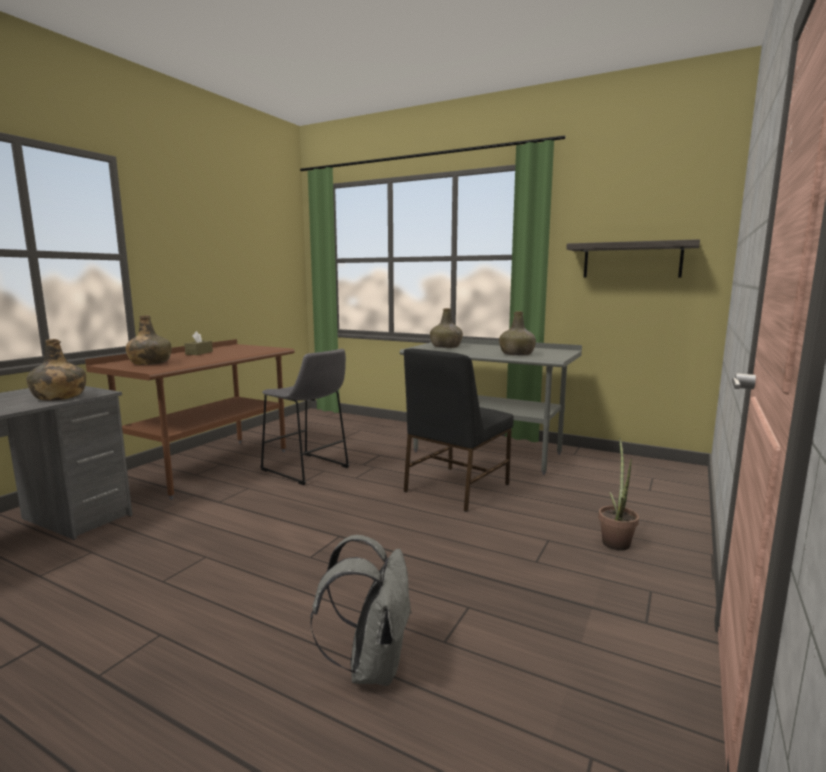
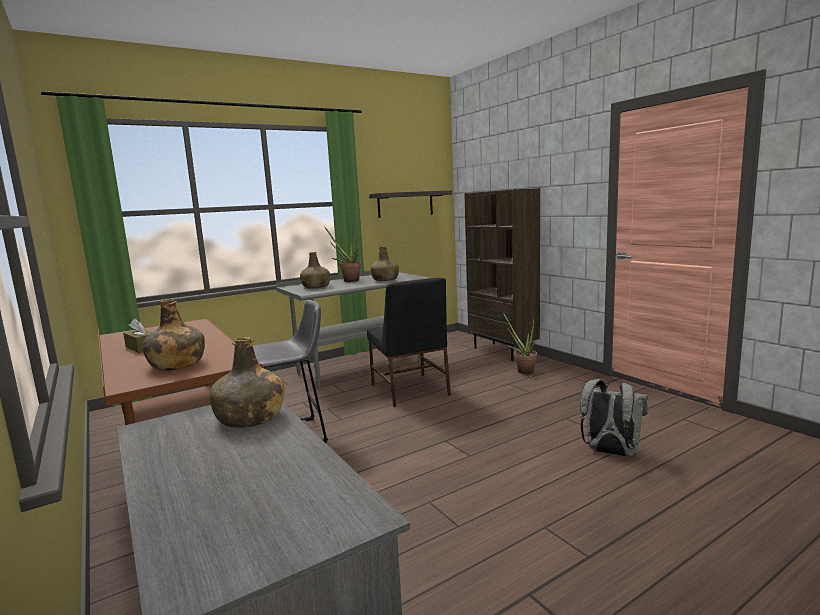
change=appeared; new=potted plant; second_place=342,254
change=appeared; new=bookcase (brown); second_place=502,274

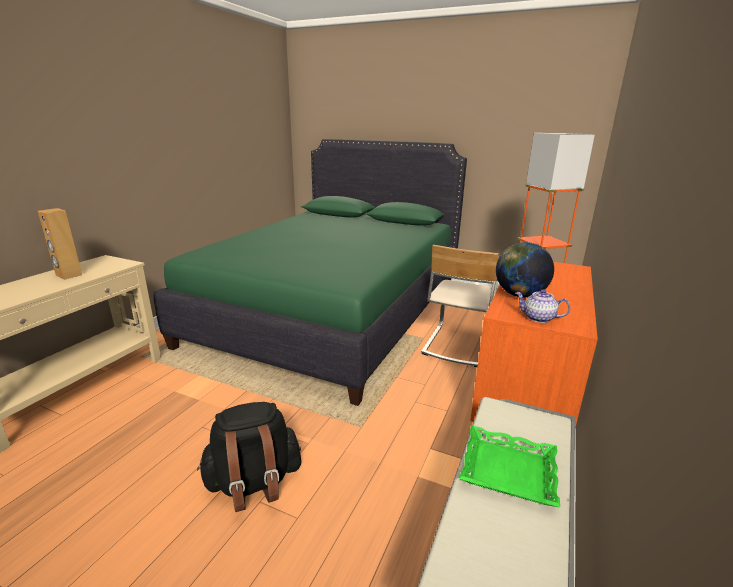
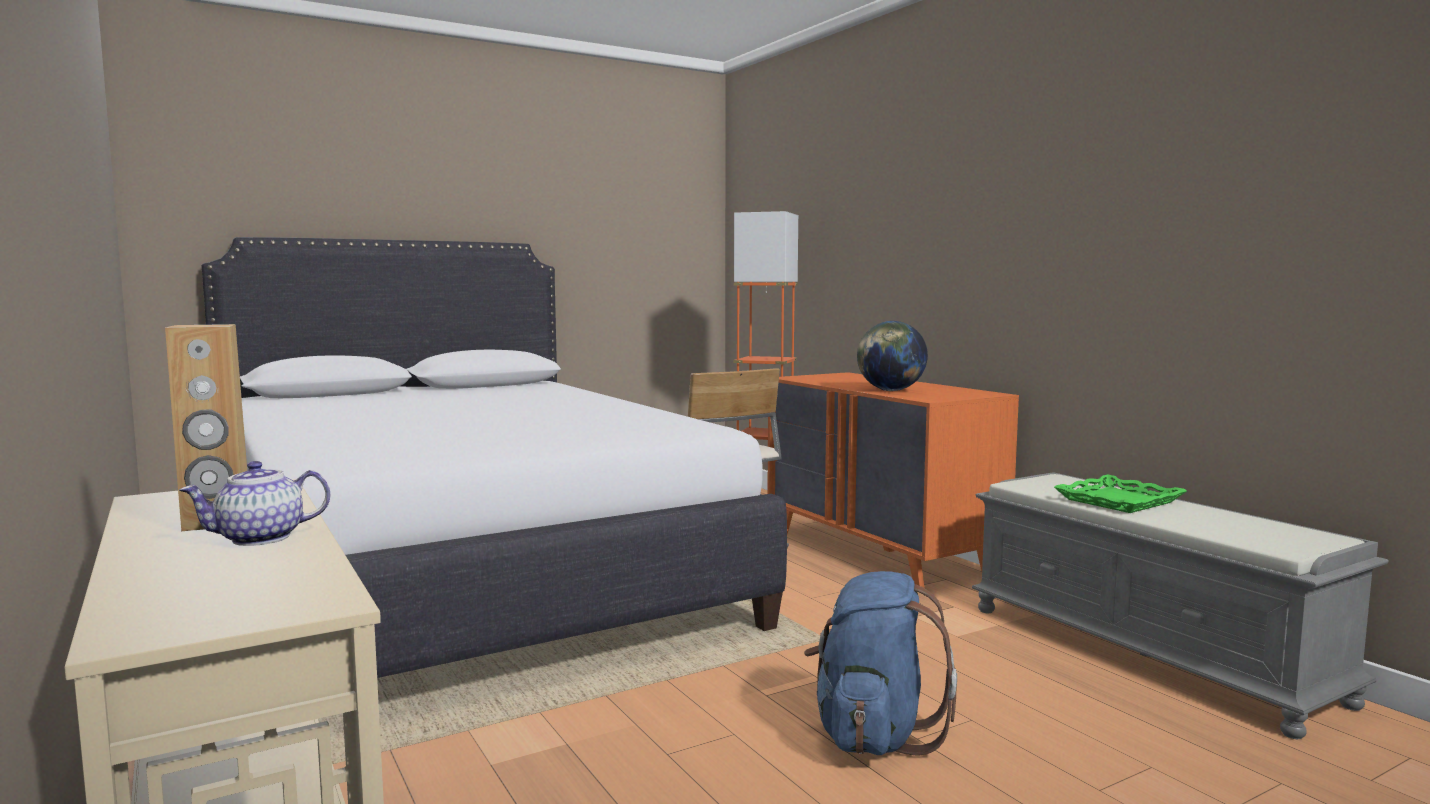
change=relocated; old=teapot; first_place=543,306; second_place=254,503
change=colour; old=bed (green); new=bed (white); first_place=310,272; second_place=494,457
change=colour; old=backpack (black); new=backpack (blue); first_place=249,457; second_place=880,663

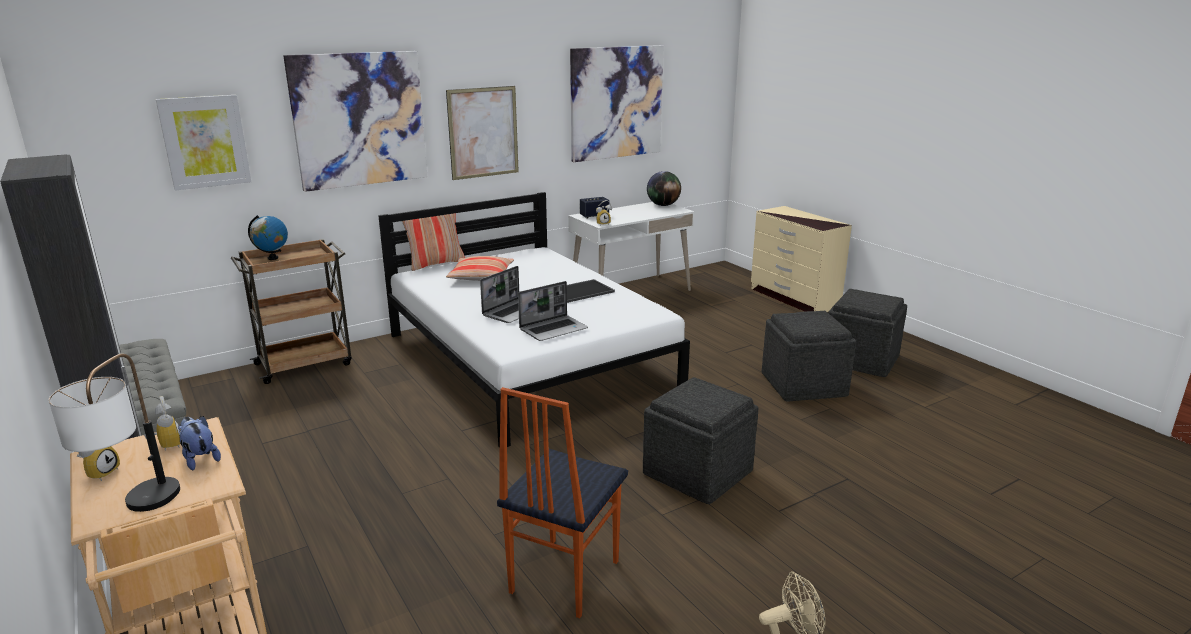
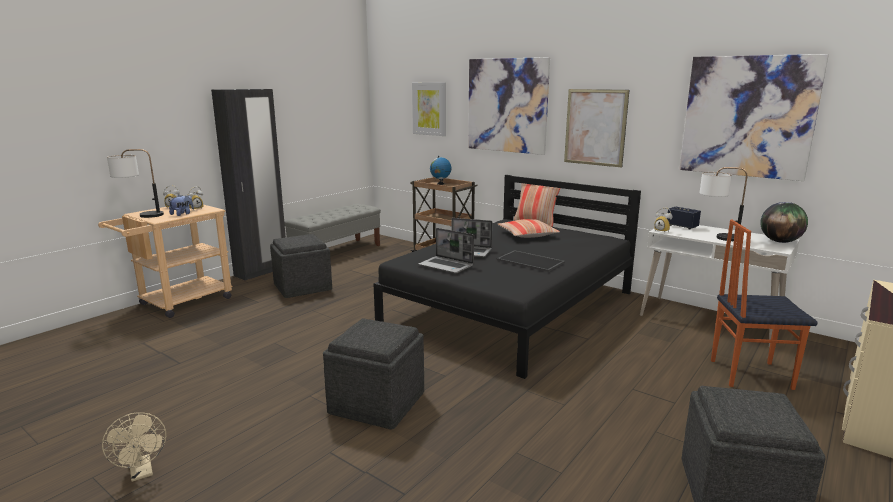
change=appeared; new=table lamp; second_place=723,204
change=relocated; old=chair; first_place=562,502; second_place=764,305
change=relocated; old=ottoman (grey); first_place=809,356; second_place=301,266
change=colour; old=bed (white); new=bed (black); first_place=534,320; second_place=507,277

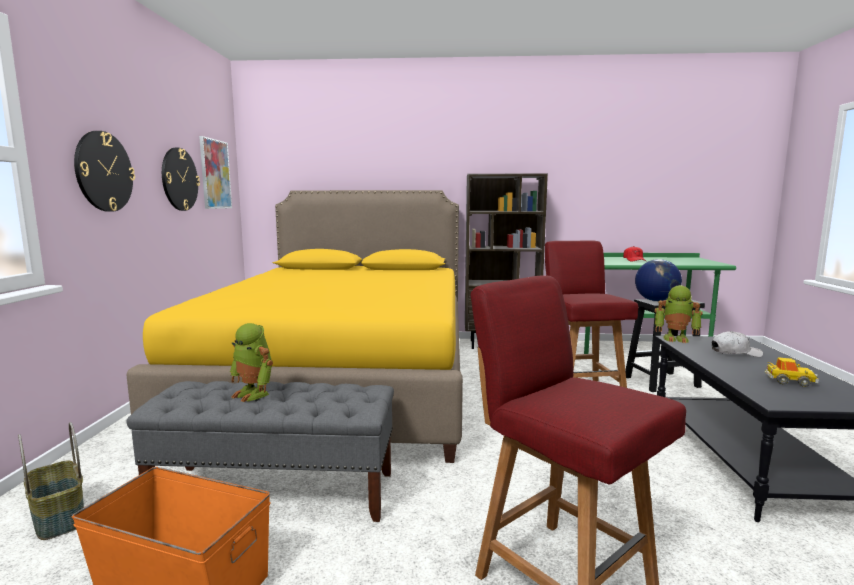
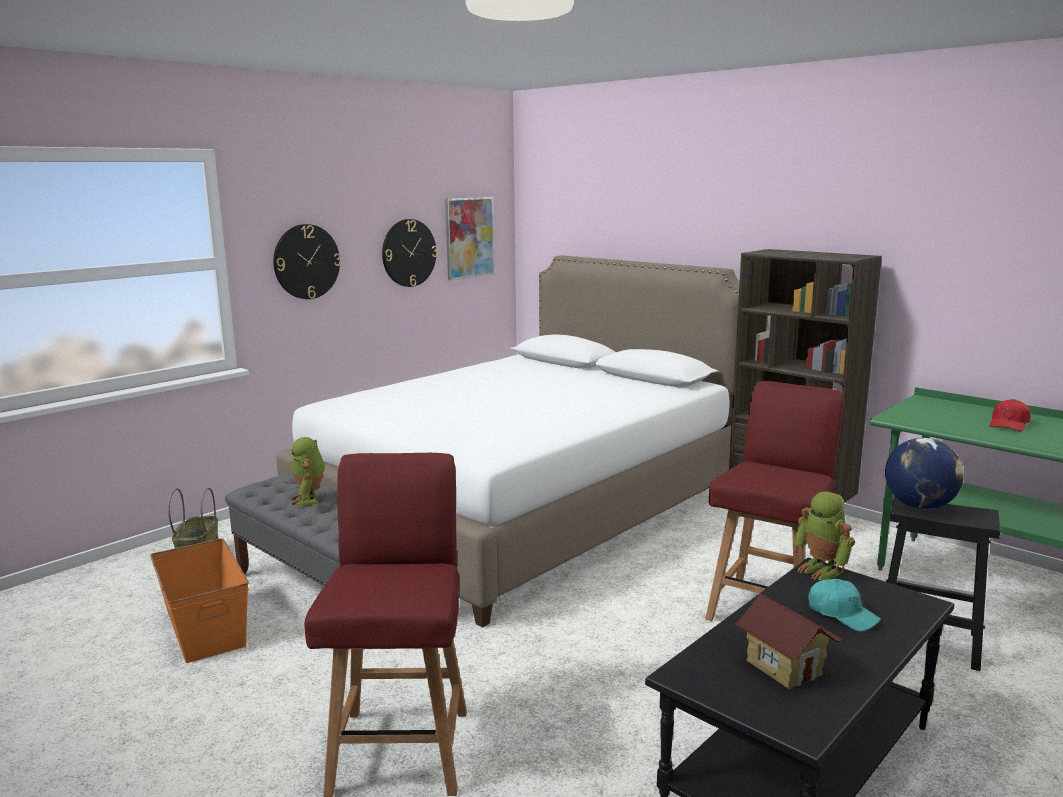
change=exchanged; old=toy car; new=toy house; first_place=791,372; second_place=788,641
change=colour; old=bed (yellow); new=bed (white); first_place=294,326; second_place=507,441
change=colour; old=cap (white); new=cap (turquoise); first_place=737,344; second_place=844,605

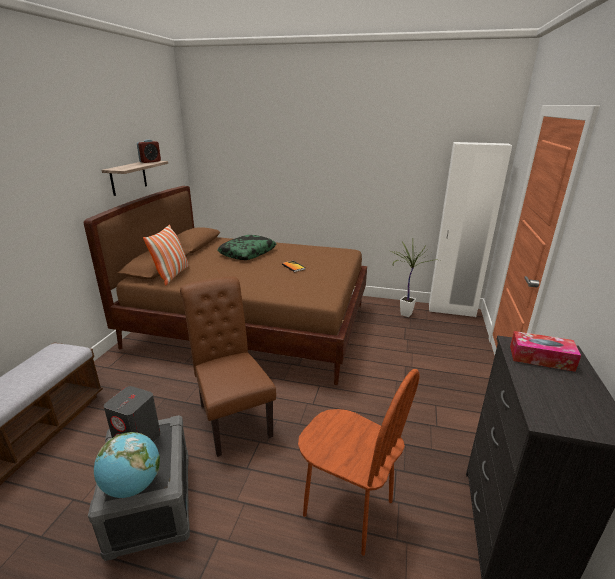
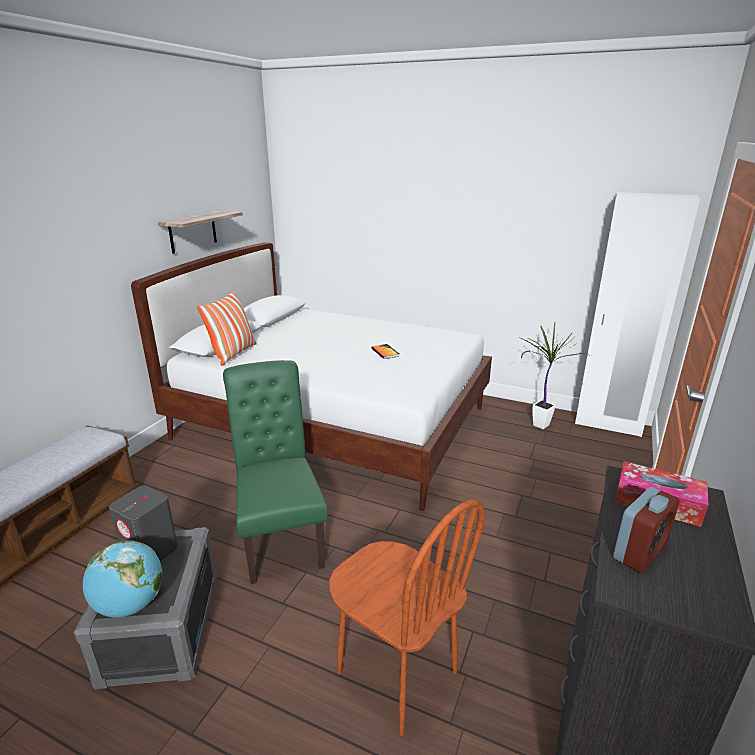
change=missing; old=pillow; first_place=246,247
change=relocated; old=alarm clock; first_place=149,151; second_place=646,530
change=colour; old=bed (brown); new=bed (white); first_place=225,285; second_place=311,376
change=colour; old=chair (brown); new=chair (green); first_place=228,366; second_place=275,472

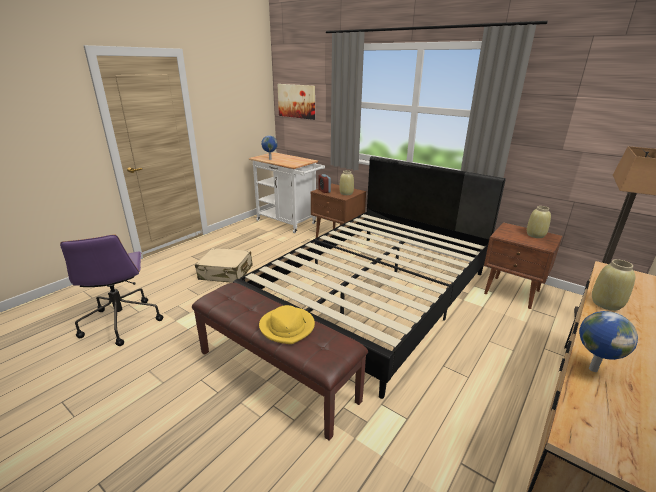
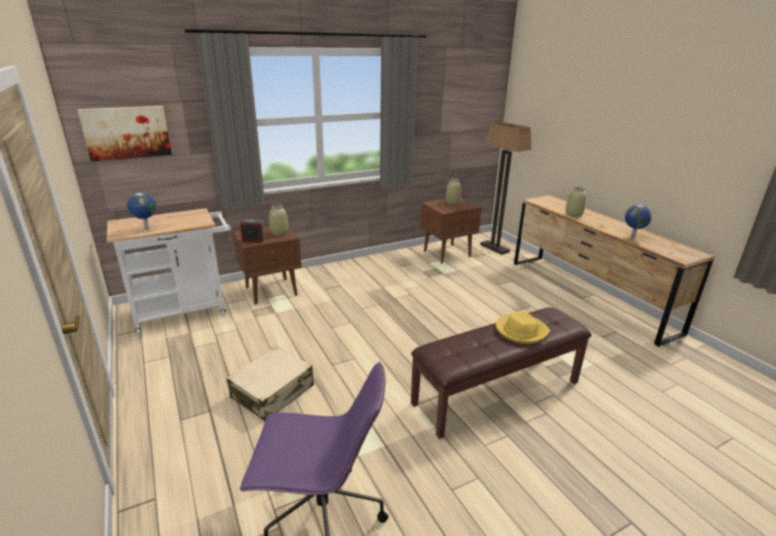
change=missing; old=bed (black); first_place=369,277

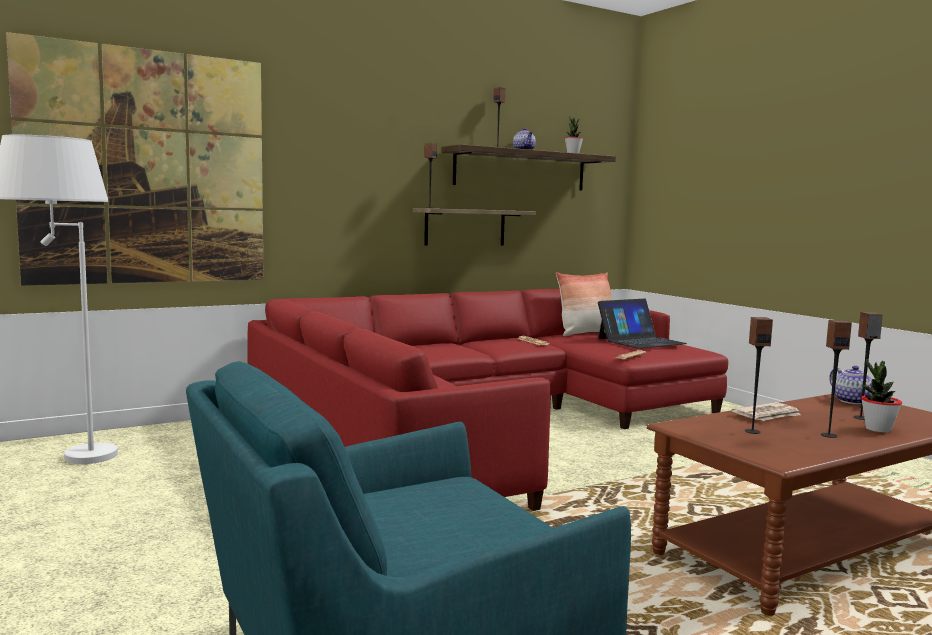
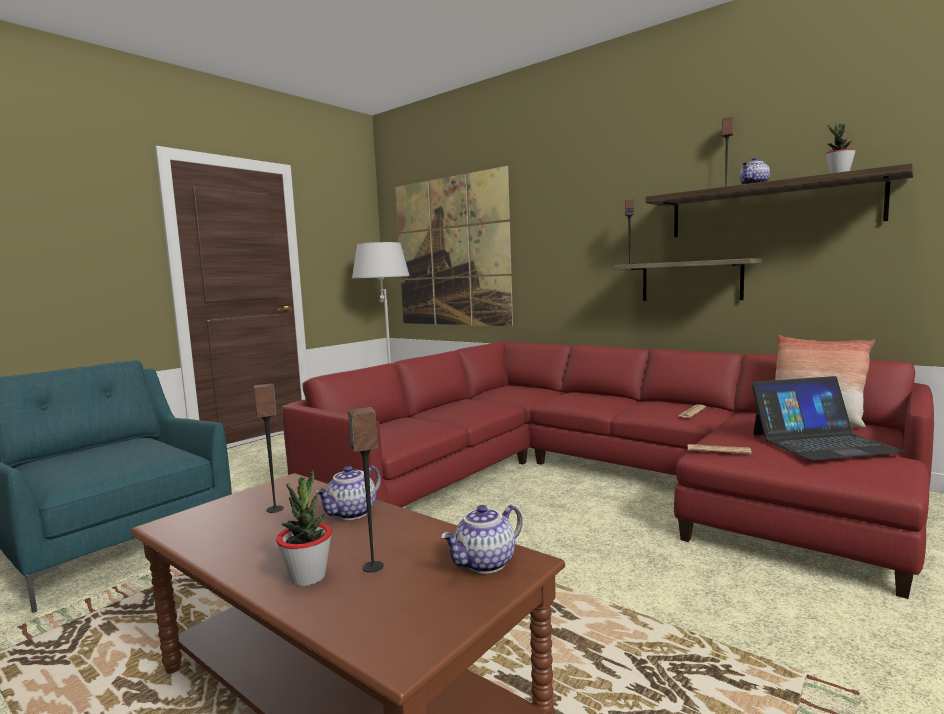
change=missing; old=speaker; first_place=836,379
change=exchanged; old=newspaper; new=teapot; first_place=766,411; second_place=348,493
change=spun; old=laptop; first_place=642,324; second_place=828,418; degrees=-45

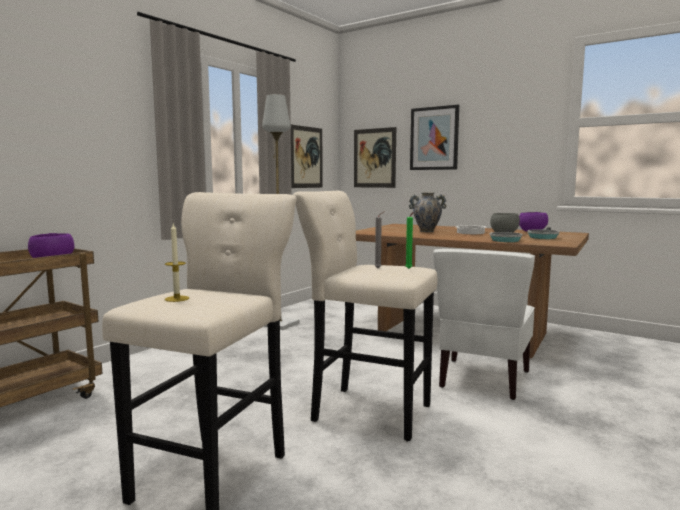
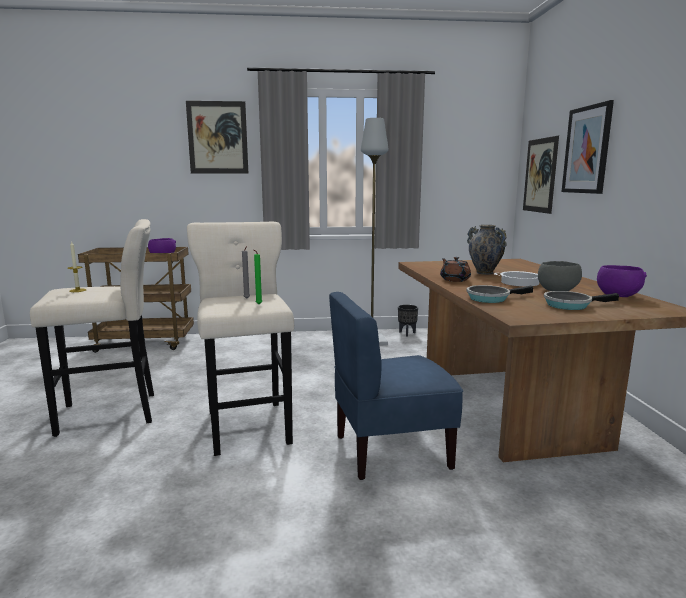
change=appeared; new=planter (black); second_place=408,320
change=appeared; new=teapot (brown); second_place=455,269
change=relocated; old=picture; first_place=307,156; second_place=217,137
change=colour; old=chair (white); new=chair (blue); first_place=484,324; second_place=396,386

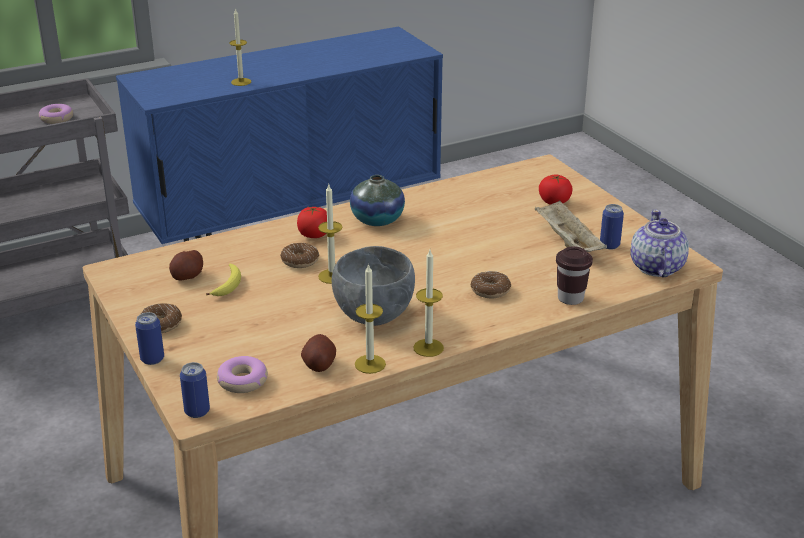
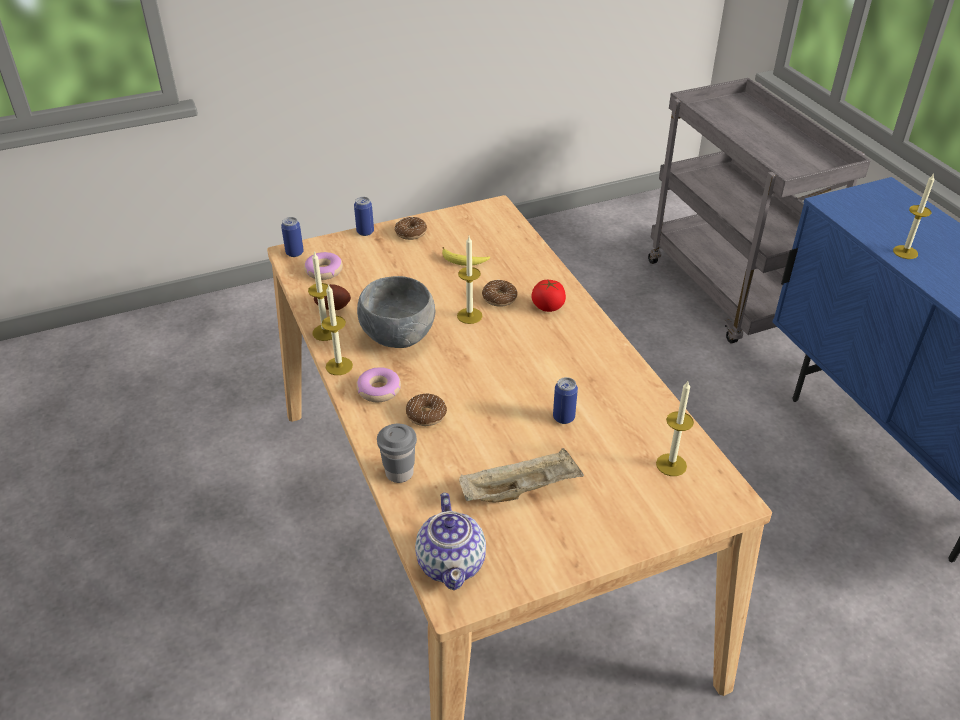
change=missing; old=potato; first_place=186,265
change=missing; old=vase; first_place=377,200
change=missing; old=tomato; first_place=556,190
change=appeared; new=candle; second_place=675,428
change=relocated; old=donut; first_place=56,114; second_place=378,384
change=relocated; old=can; first_place=612,226; second_place=565,400
change=colour; old=cup (brown); new=cup (grey); first_place=574,275; second_place=397,453
change=spun; old=teapot; first_place=659,243; second_place=450,541; degrees=75

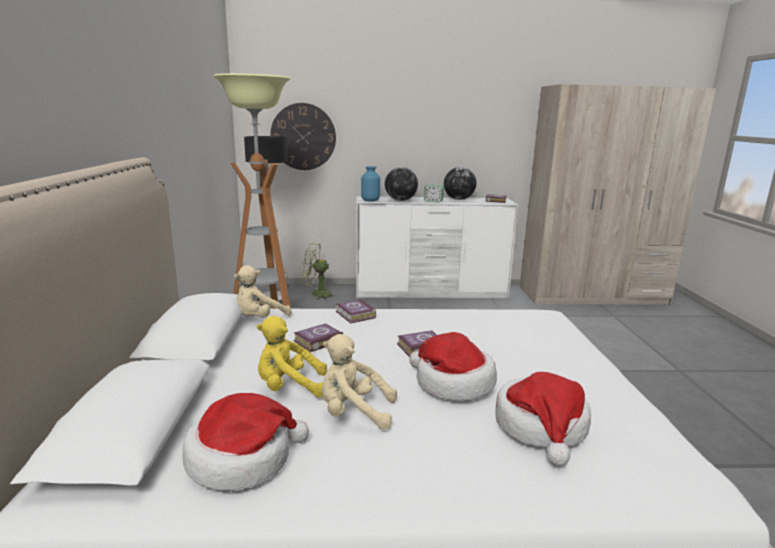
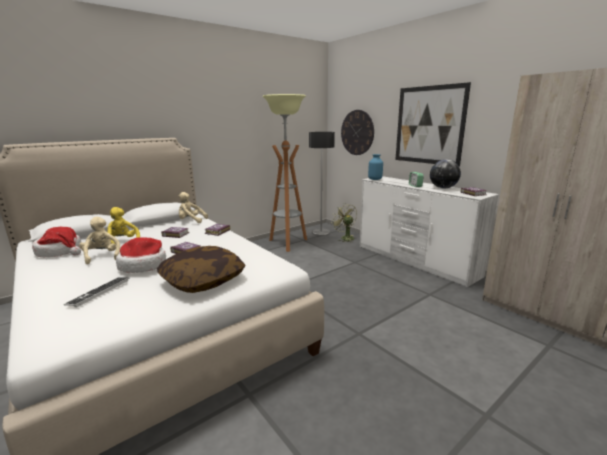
change=missing; old=globe; first_place=401,184
change=appeared; new=pillow; second_place=201,269
change=appeared; new=picture; second_place=433,124
change=exchanged; old=hat; new=keyboard; first_place=543,419; second_place=97,292

